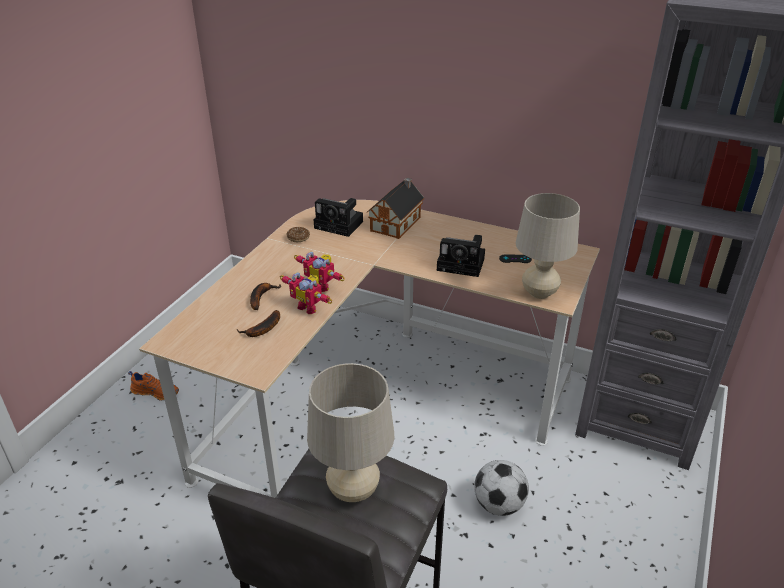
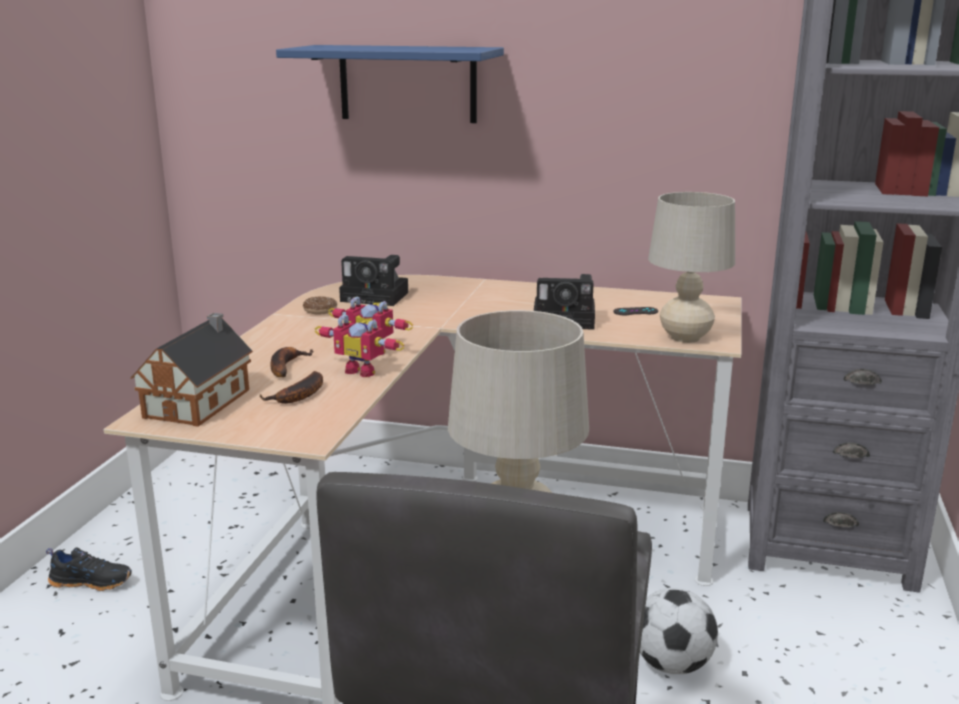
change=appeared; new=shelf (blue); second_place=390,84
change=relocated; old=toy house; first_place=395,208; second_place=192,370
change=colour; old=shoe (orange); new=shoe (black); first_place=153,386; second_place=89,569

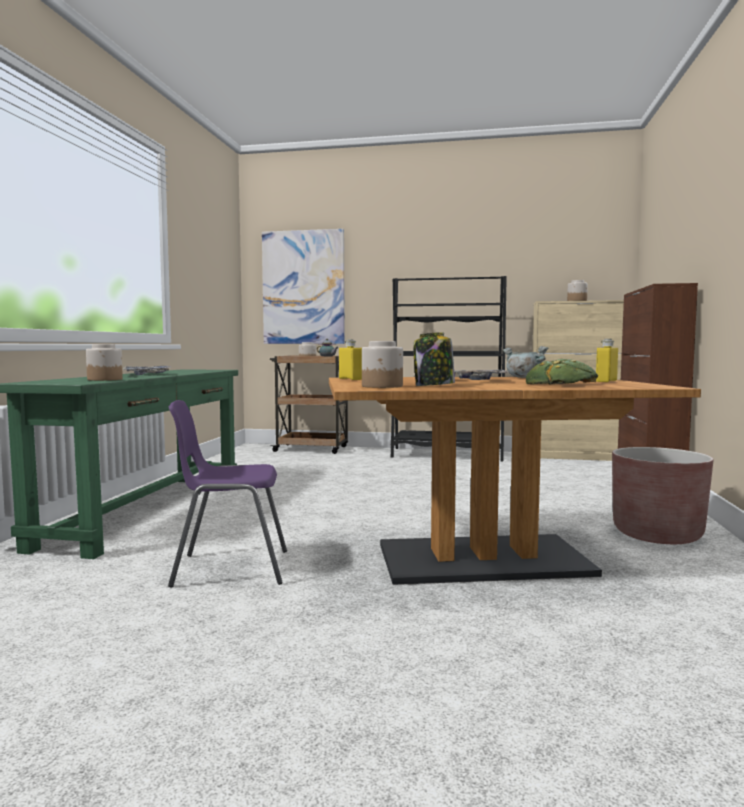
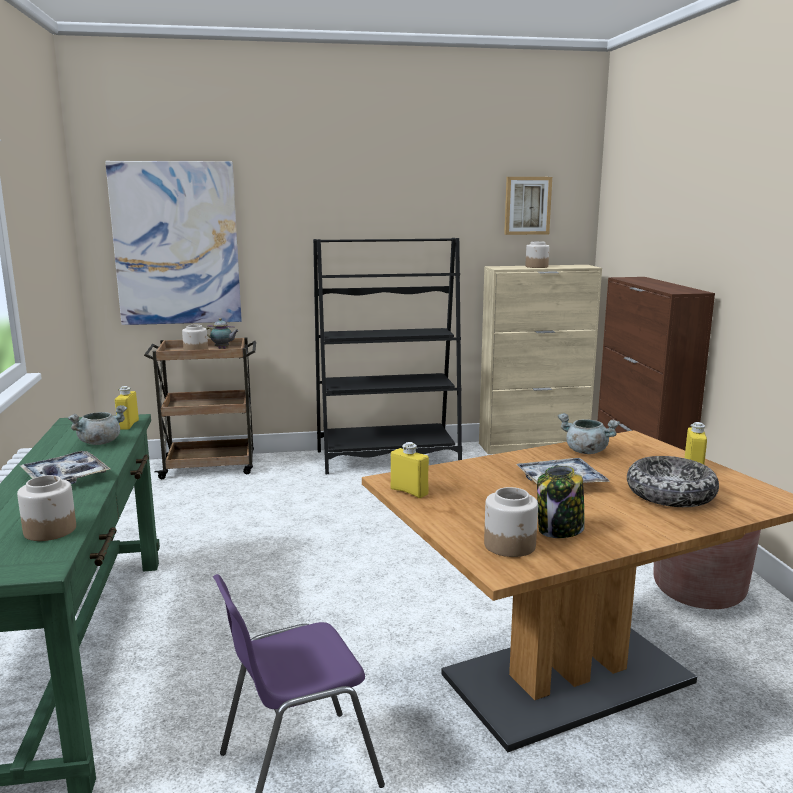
change=appeared; new=cooking pot (grey); second_place=97,425
change=appeared; new=bottle (yellow); second_place=127,408
change=appeared; new=picture; second_place=528,206
change=exchanged; old=bread; new=bowl; first_place=562,372; second_place=673,481

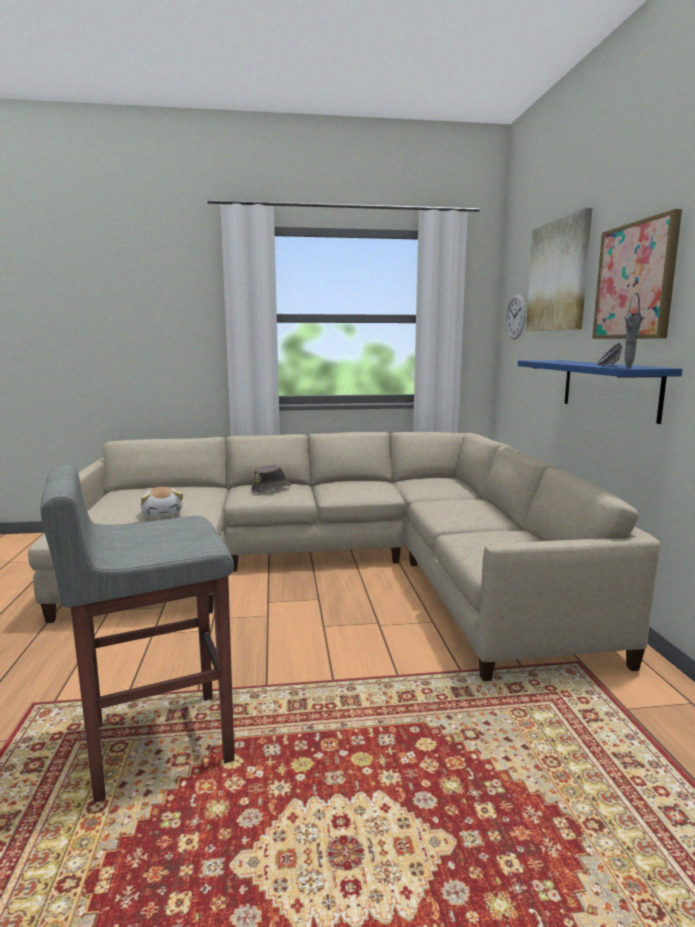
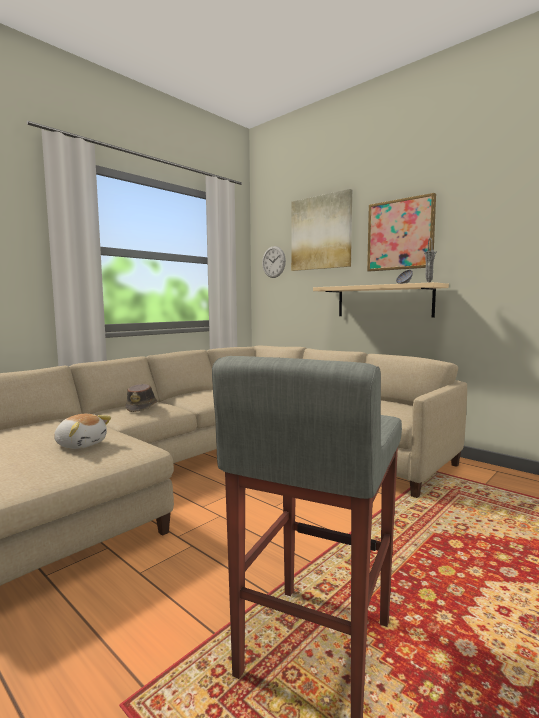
change=colour; old=shelf (blue); new=shelf (beige); first_place=600,392; second_place=381,300

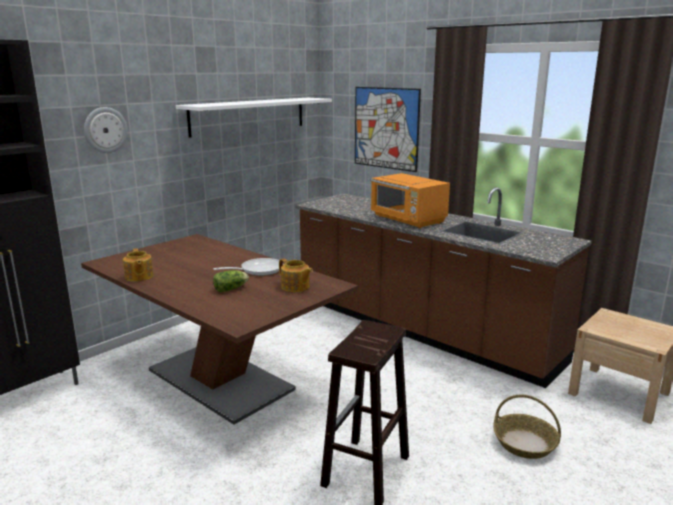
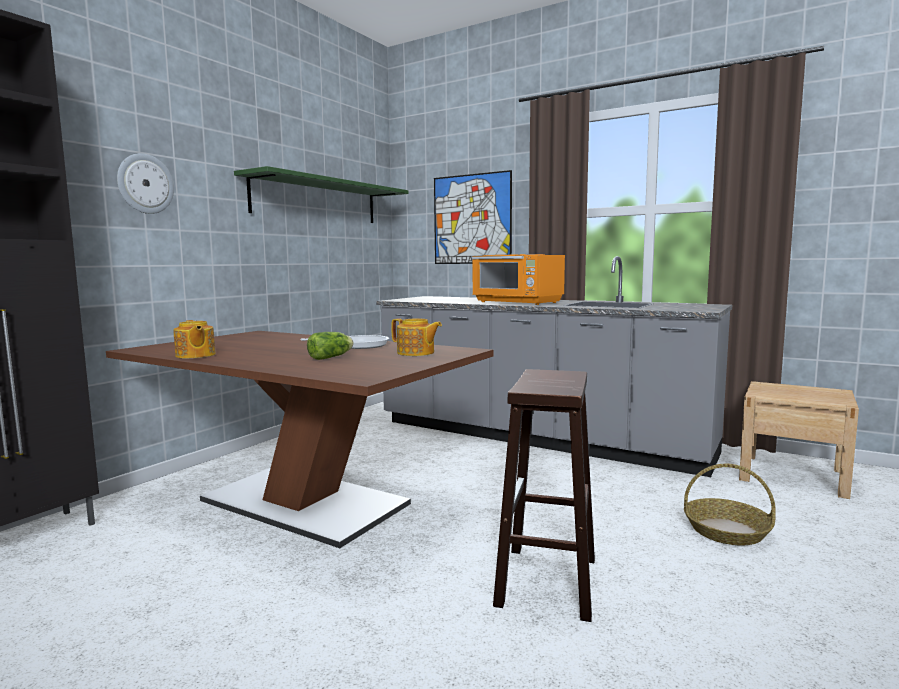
change=colour; old=shelf (white); new=shelf (green); first_place=254,118; second_place=321,194
change=colour; old=counter (brown); new=counter (grey); first_place=443,287; second_place=554,366

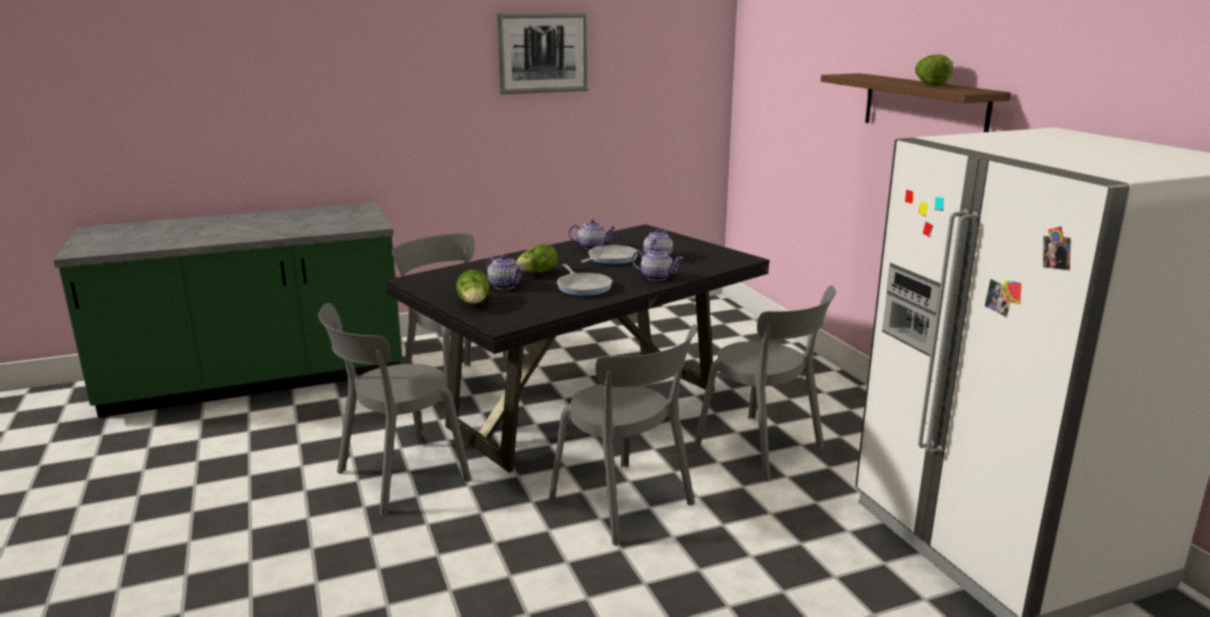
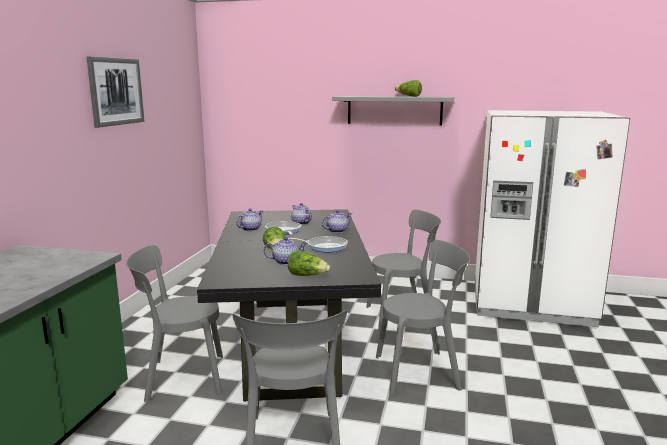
change=colour; old=shelf (brown); new=shelf (grey); first_place=916,102; second_place=393,110

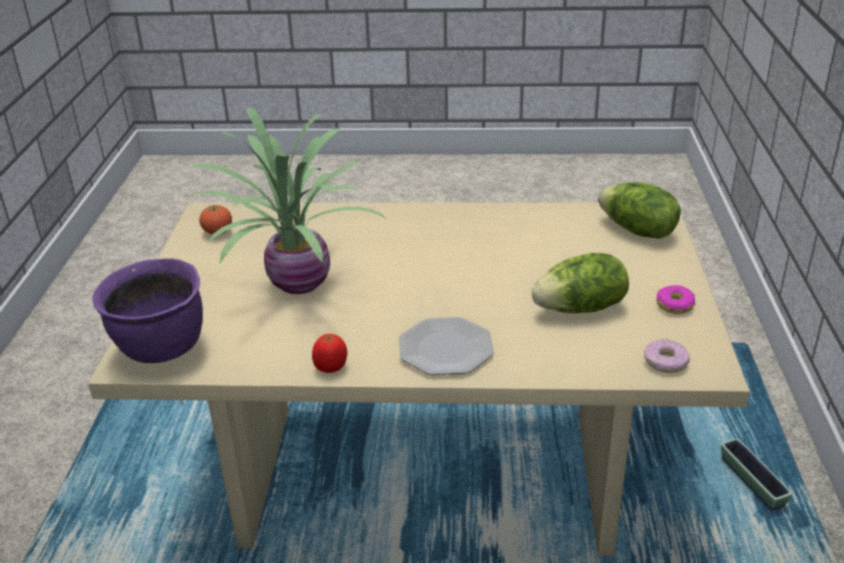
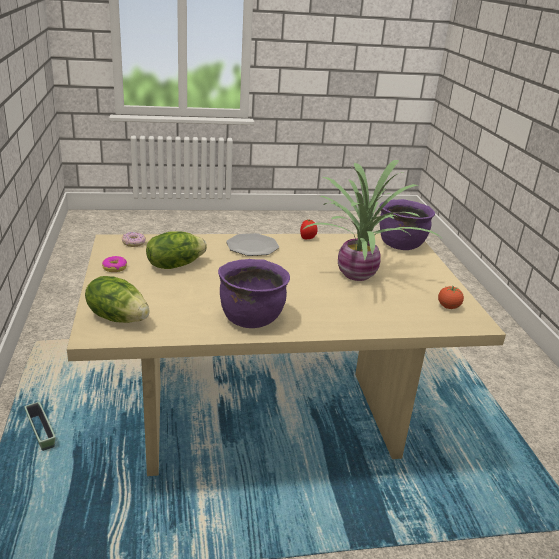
change=appeared; new=cooking pot (purple); second_place=254,293

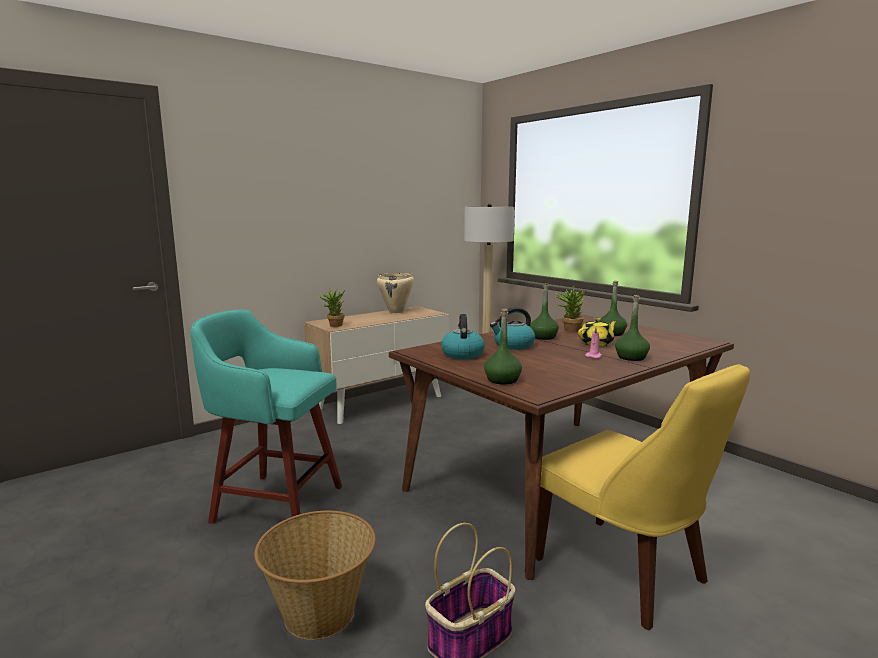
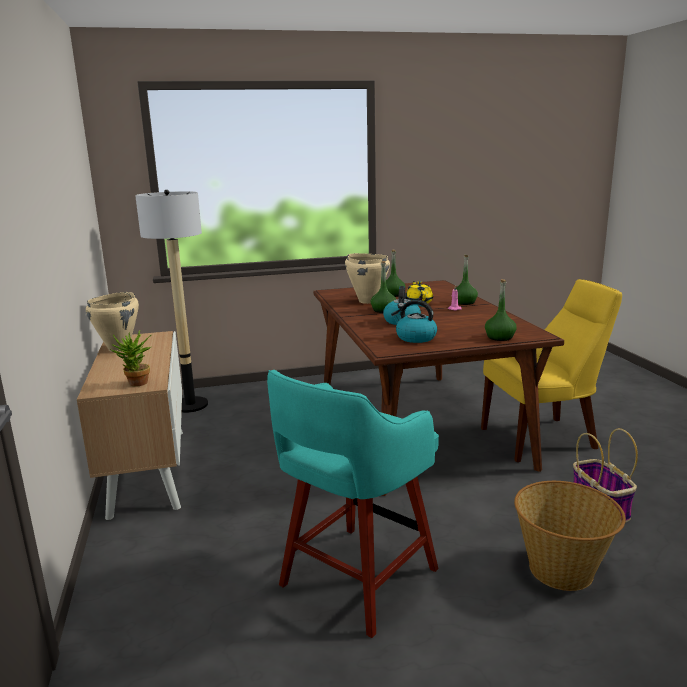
change=exchanged; old=potted plant; new=cooking pot (beige); first_place=570,309; second_place=367,278

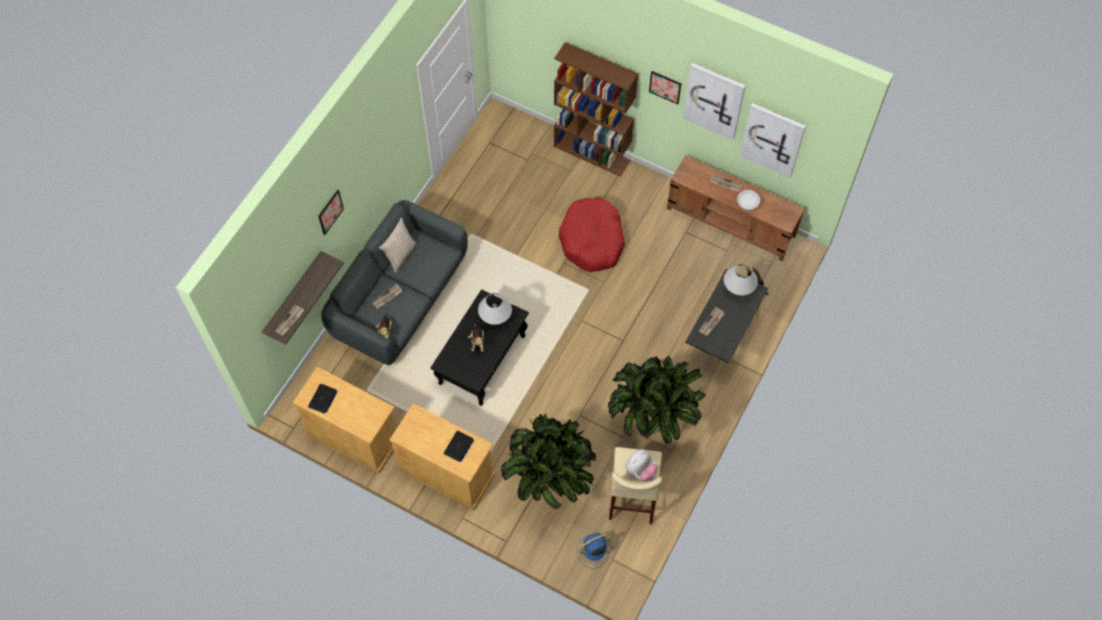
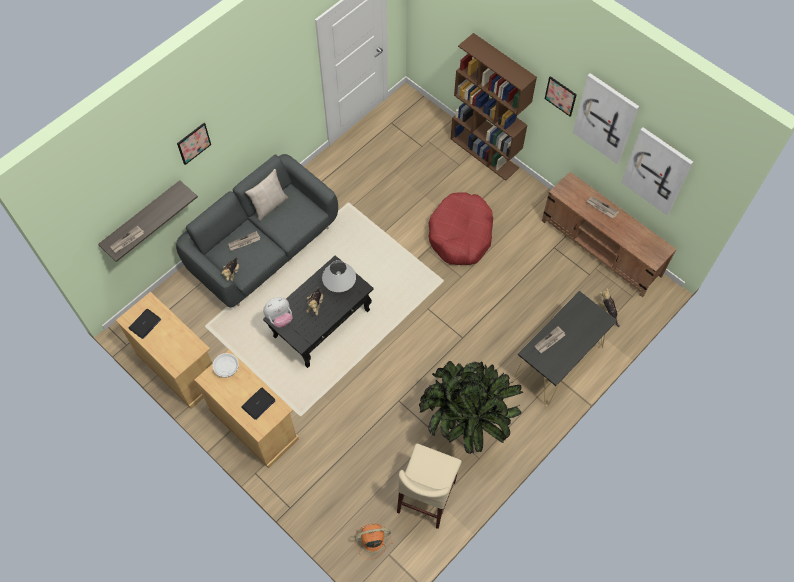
change=missing; old=potted plant; first_place=549,461
change=missing; old=table lamp (white); first_place=741,279
change=relocated; old=plush toy; first_place=641,465; second_place=277,312
change=relocated; old=bowl (white); first_place=748,200; second_place=225,365
change=colour; old=fan (blue); new=fan (orange); first_place=595,551; second_place=374,541

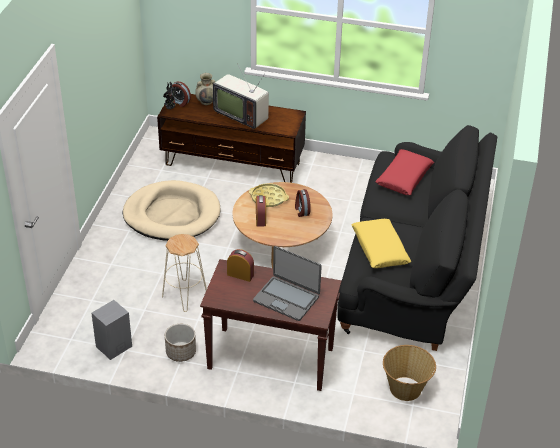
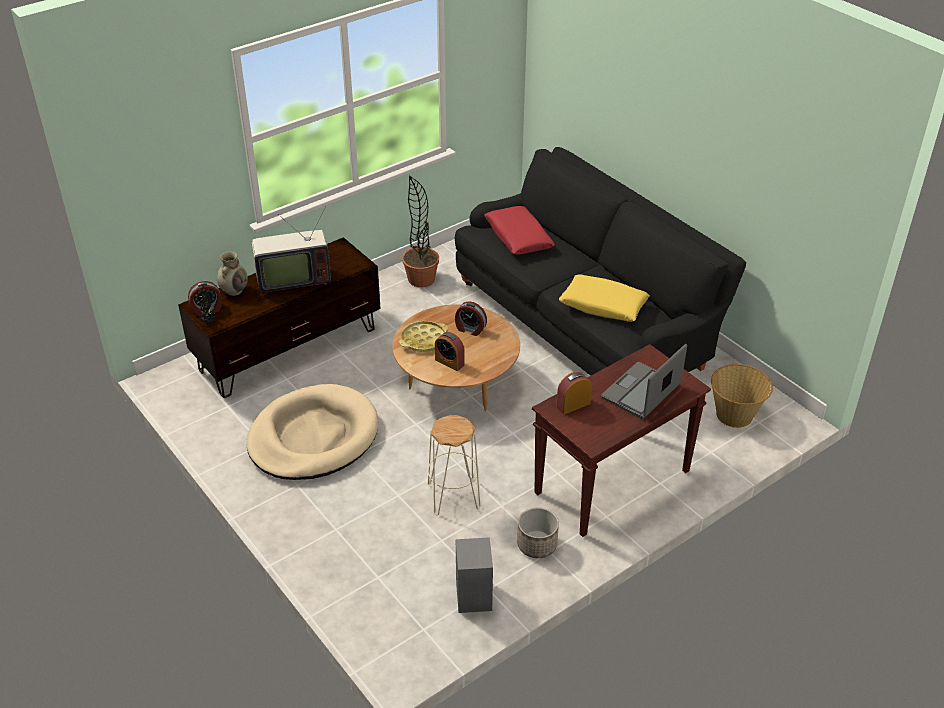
change=appeared; new=potted plant; second_place=420,231
change=spun; old=laptop; first_place=287,283; second_place=644,381; degrees=150

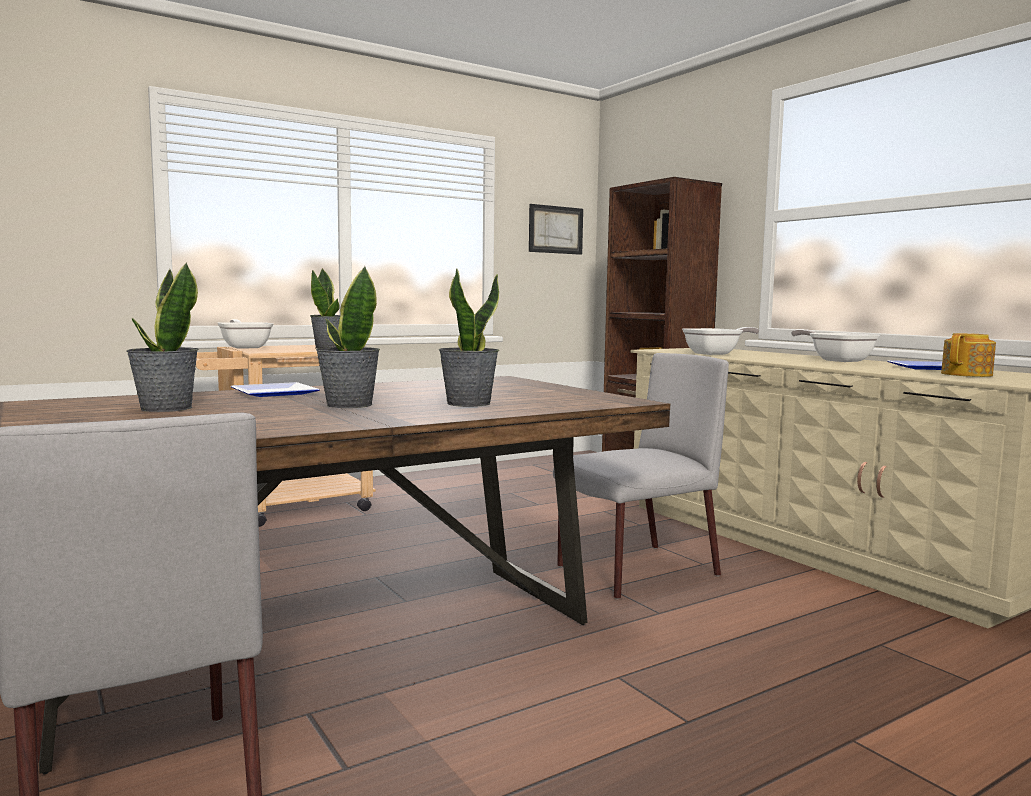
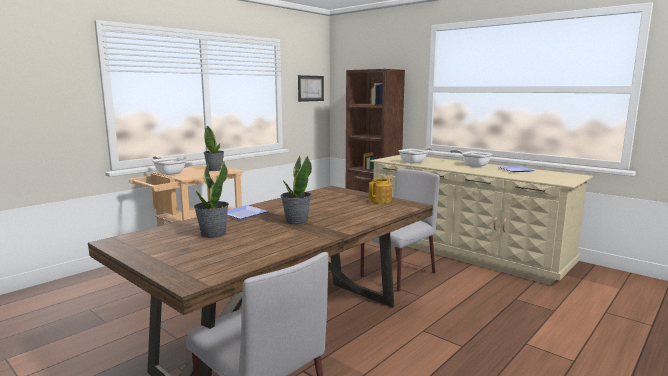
change=missing; old=potted plant; first_place=469,337
change=relocated; old=teapot; first_place=968,355; second_place=380,190

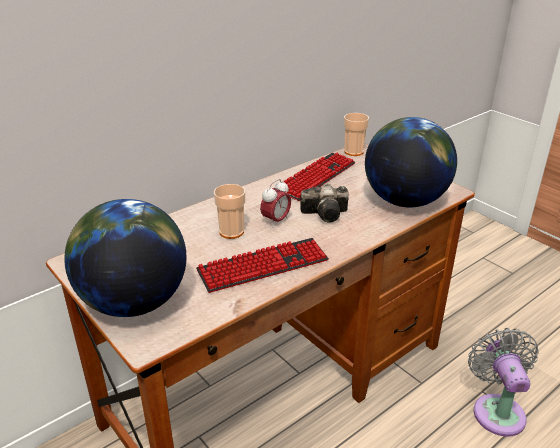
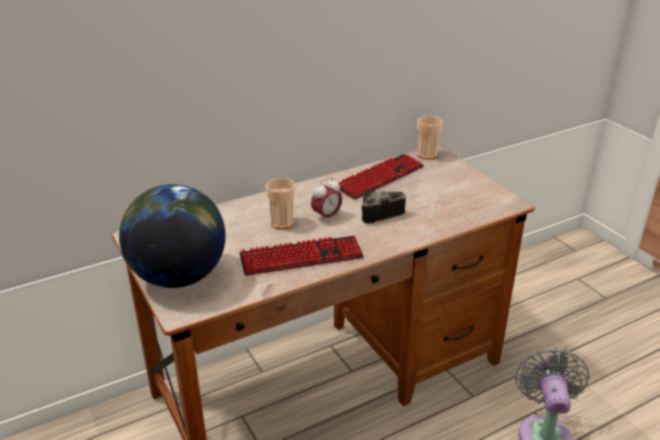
change=missing; old=globe; first_place=411,162
change=spun; old=photo camera; first_place=324,203; second_place=384,207; degrees=150

